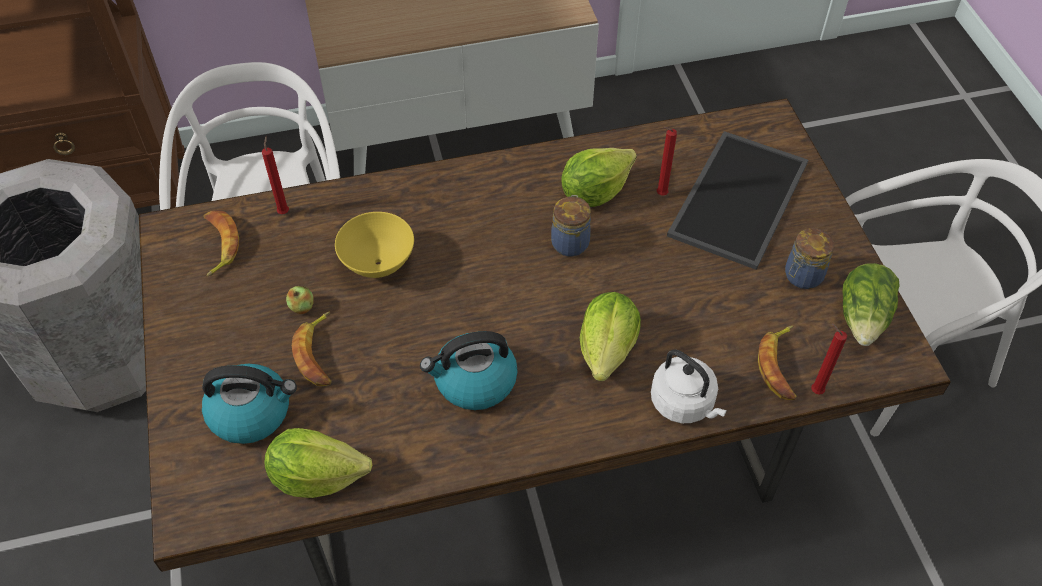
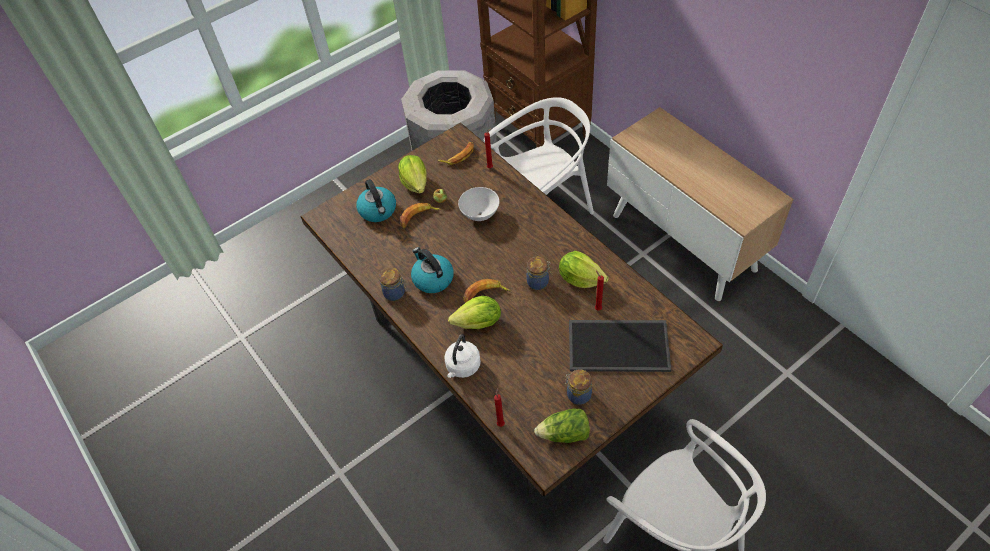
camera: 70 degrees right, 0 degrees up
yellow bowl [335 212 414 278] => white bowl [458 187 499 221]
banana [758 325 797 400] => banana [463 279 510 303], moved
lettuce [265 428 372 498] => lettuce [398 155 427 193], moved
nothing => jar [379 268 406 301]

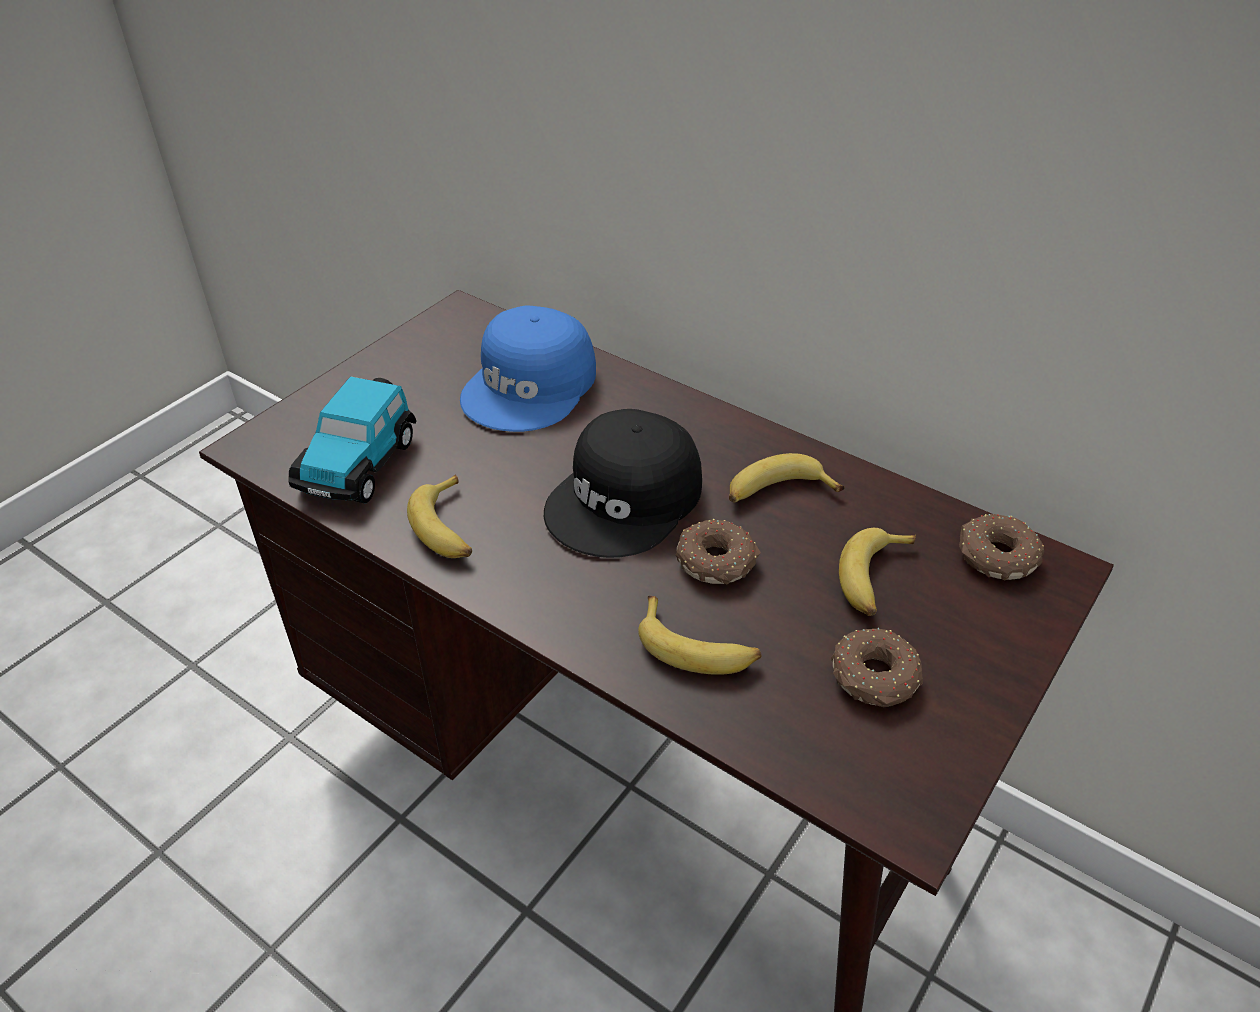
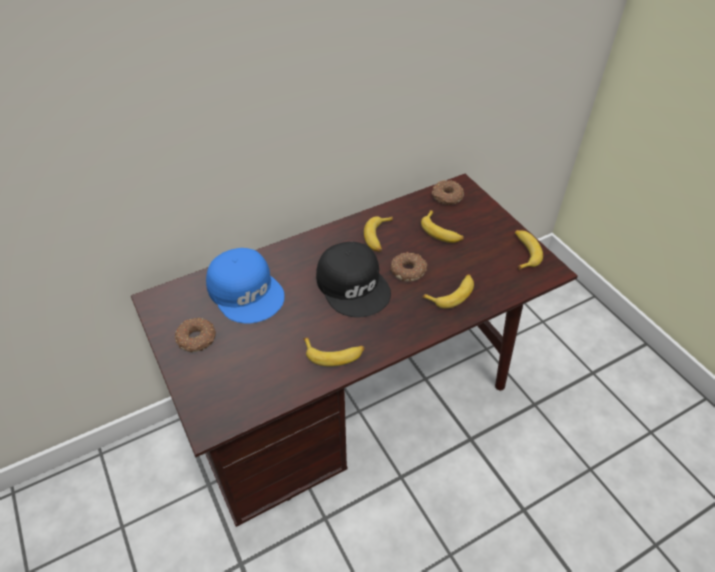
camera: 65 degrees left, 5 degrees up
toy car [289 376 417 503] => nothing
donut [831 628 923 707] => donut [175 318 216 353], moved
nothing => banana [515 230 543 270]

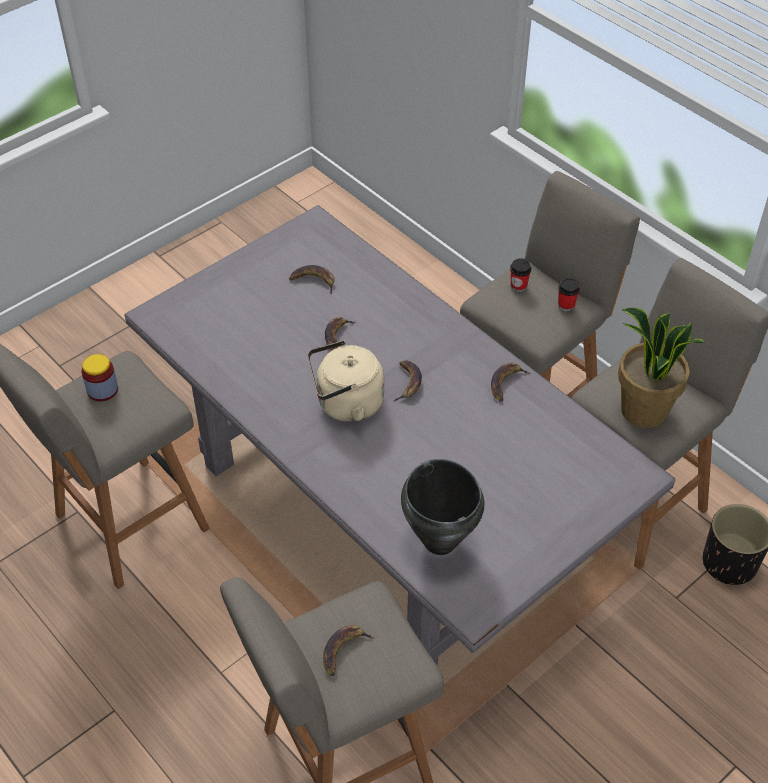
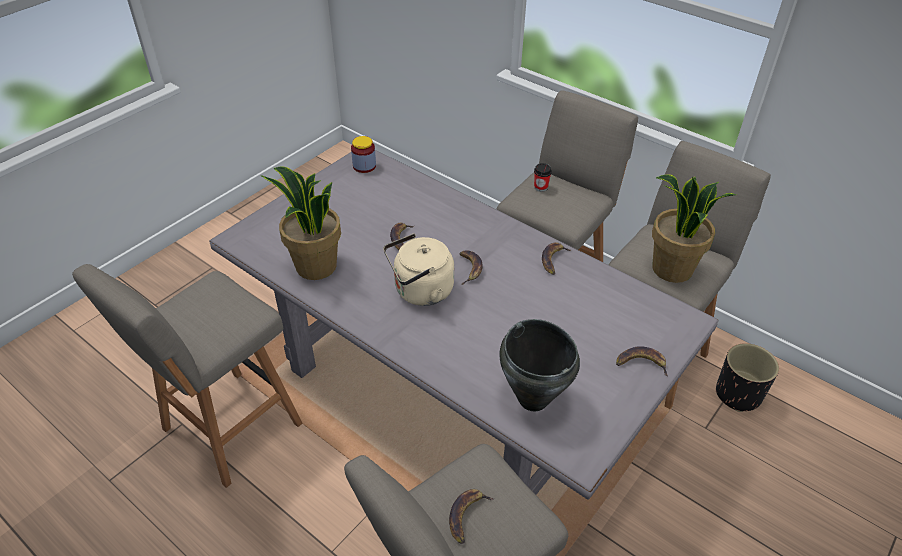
camera: 10 degrees left, 5 degrees down
banana [289 265 335 294] => banana [616 346 668 377], moved
cup [558 278 580 311] => nothing
jar [81 354 118 401] => jar [351 136 376 173], moved
nothing => potted plant [261 167 341 280]

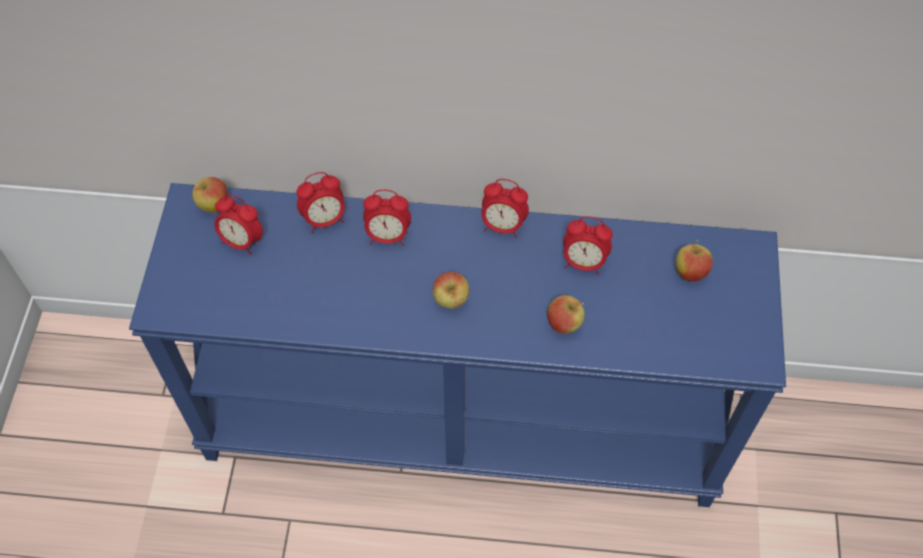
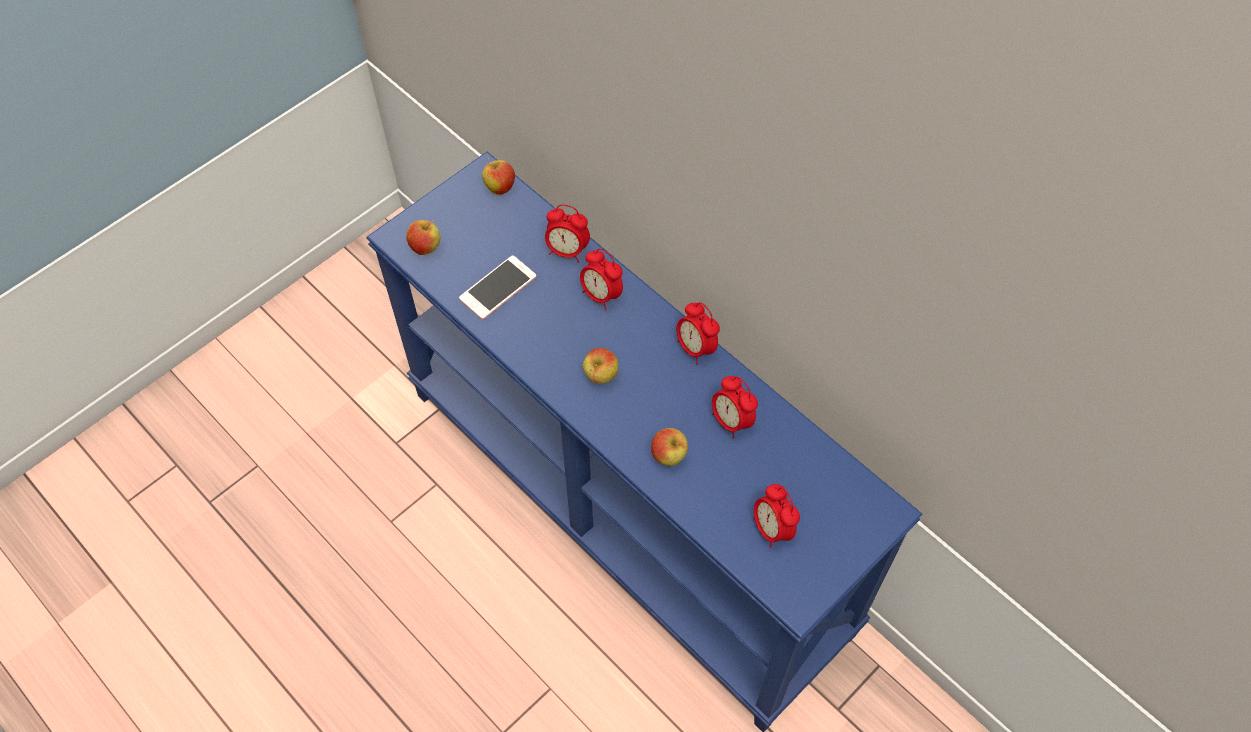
camera: 40 degrees right, 0 degrees up
alarm clock [214 194 263 255] => alarm clock [753 484 800 548], moved
apple [676 240 713 282] => apple [406 220 440 255], moved
nothing => phone [459 255 536 320]

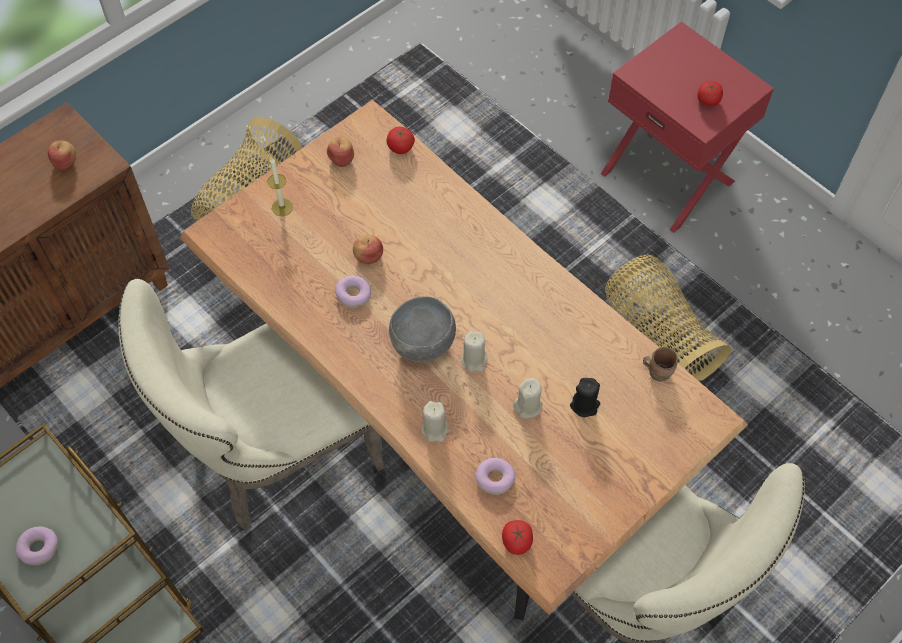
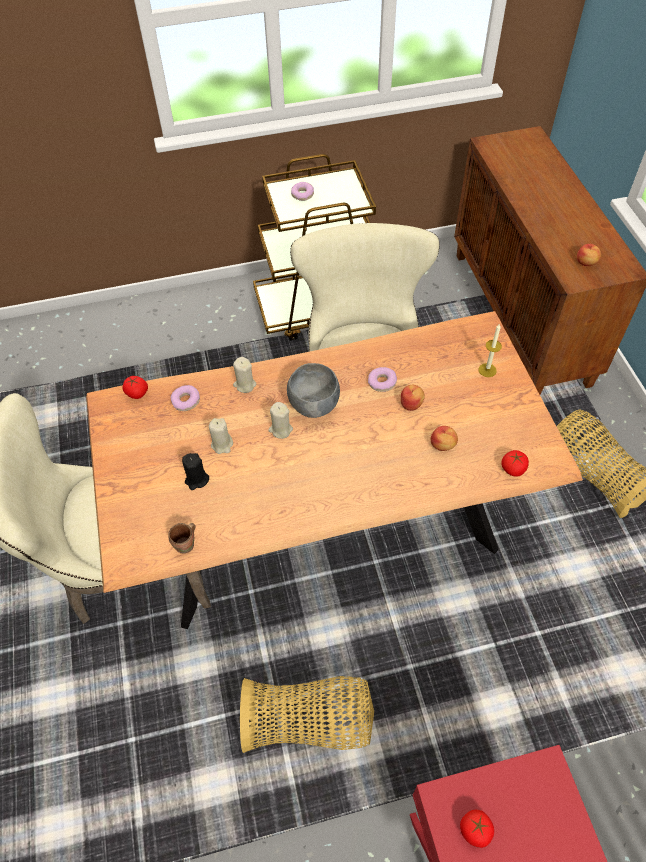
camera: 120 degrees right, 5 degrees down
apple [327 137 354 167] => apple [431 426 458 451], moved

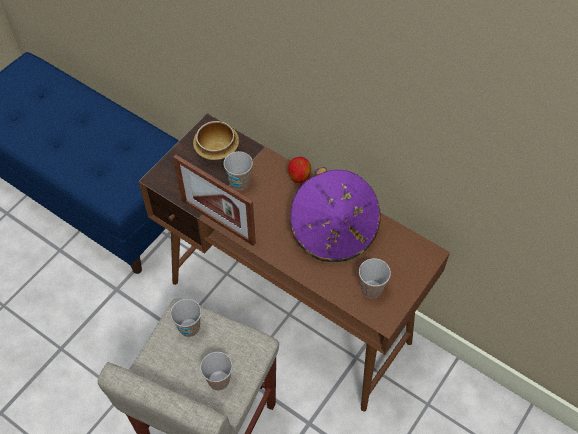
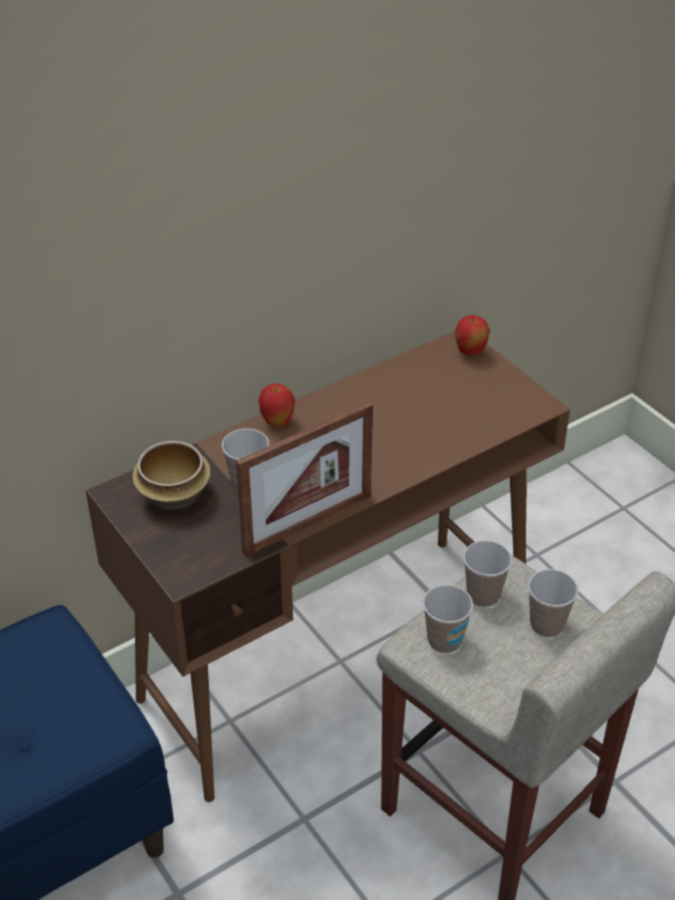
camera: 70 degrees left, 15 degrees down
purple hat [290 167 381 262] => nothing
cup [359 258 391 298] => cup [463 540 512 607], moved
nothing => apple [455 315 490 356]

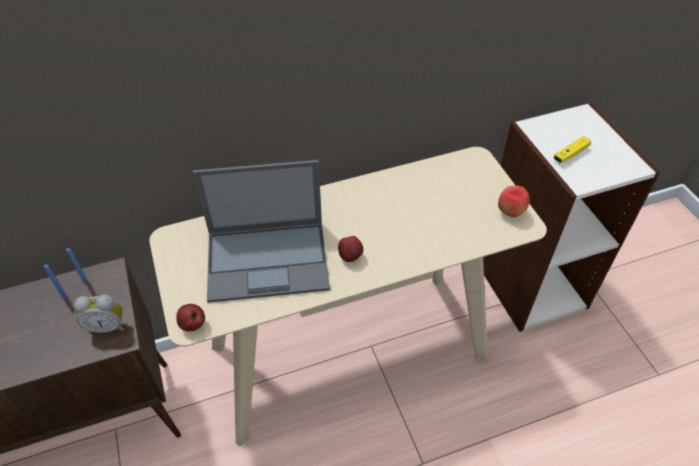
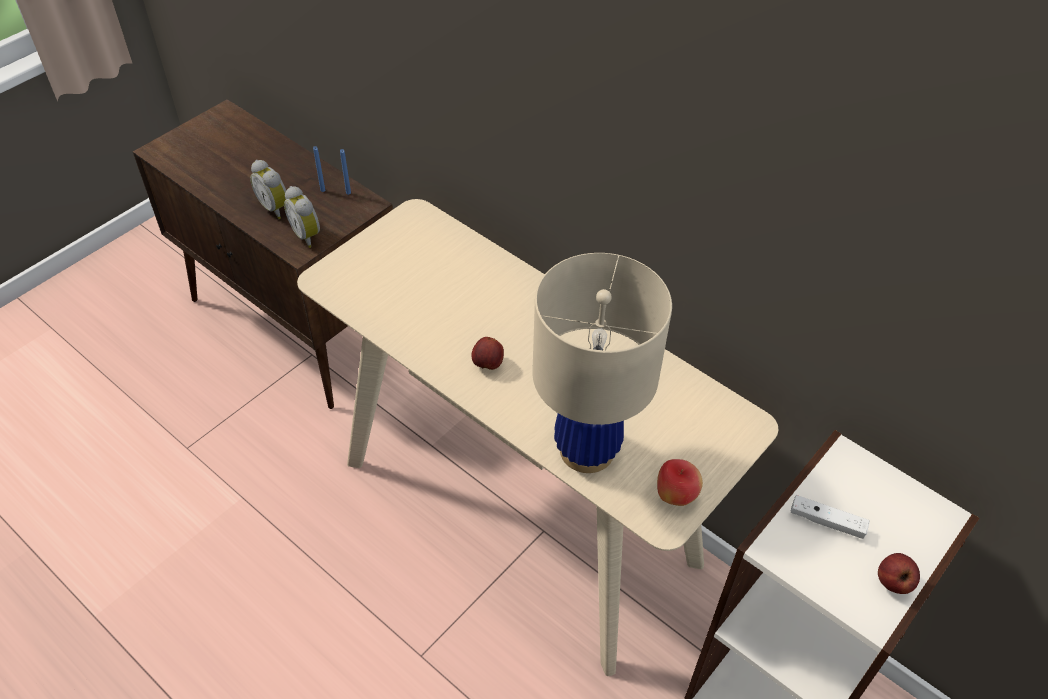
camera: 60 degrees right, 0 degrees up
yellow game controller [553 136 592 164] => white game controller [791 495 870 539]
laptop [193 160 330 303] => nothing
apple [176 304 205 331] => apple [878 553 920 594], moved
nothing => alarm clock [250 160 286 219]
nothing => beige table lamp [532 253 672 473]

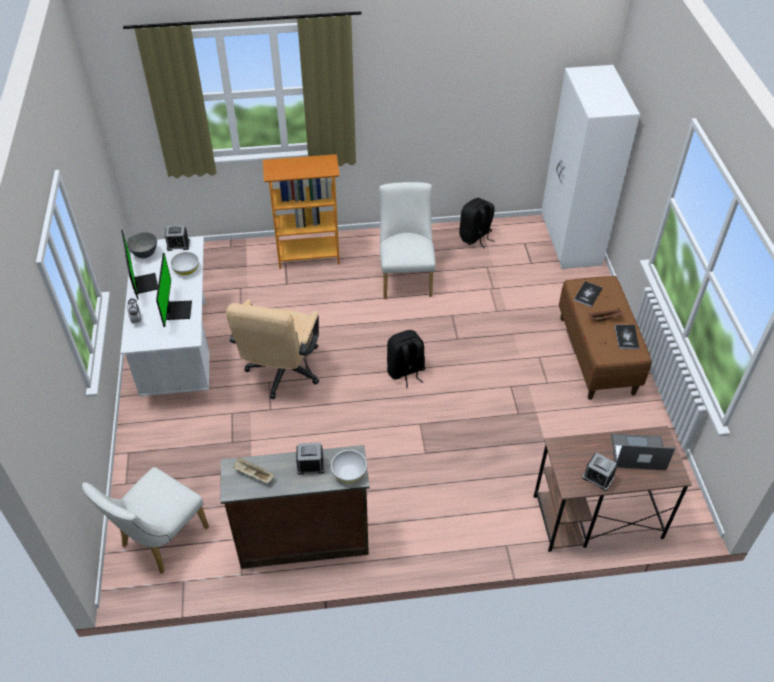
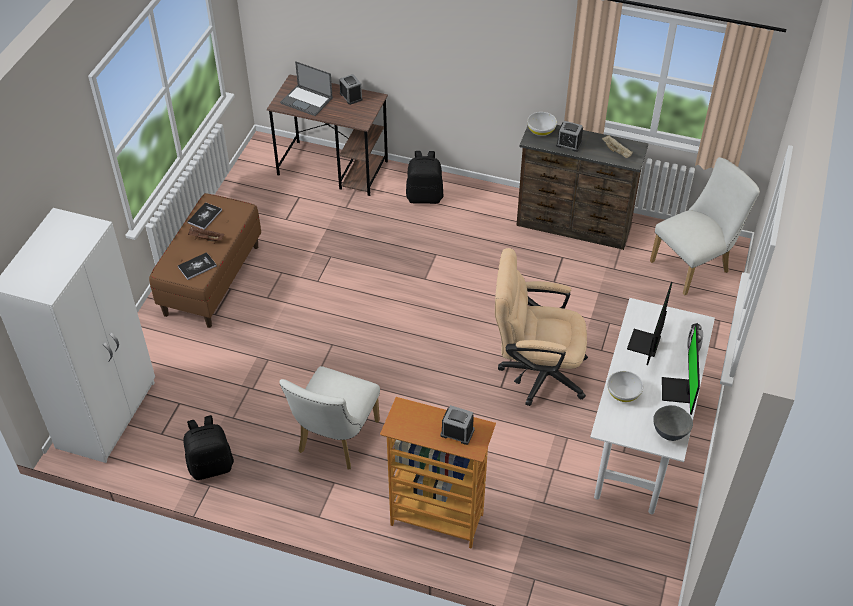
camera: 155 degrees left, 0 degrees up
alarm clock [165 225 190 251] => alarm clock [440 405 475 445], moved
beige office chair [226 299 319 399] => beige office chair [495 248 588 406], 120 degrees counterclockwise
black backpack [387 330 425 388] => black backpack [406 151 443 204], moved

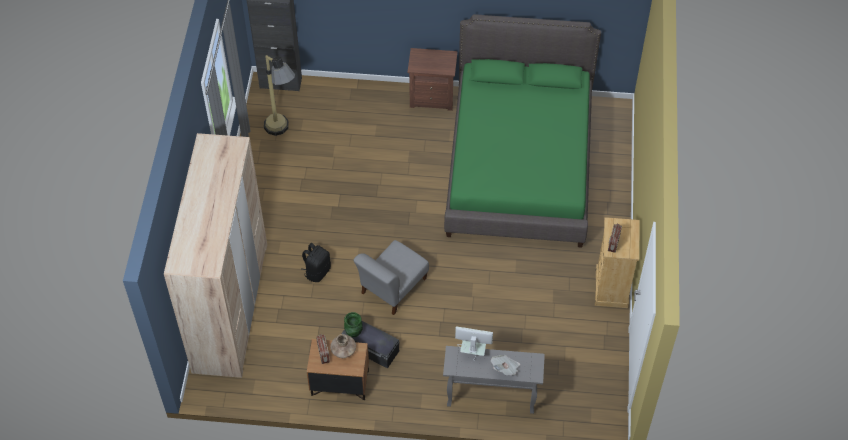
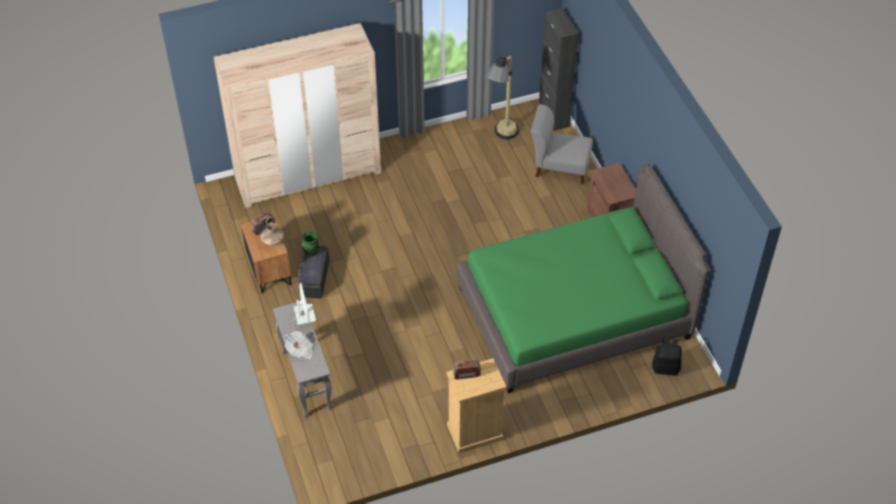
camera: 65 degrees right, 5 degrees down
grey chair [353 240 429 315] => grey chair [531 104 593 184], moved
black backpack [301 243 331 282] => black backpack [652 338 682 376], moved

